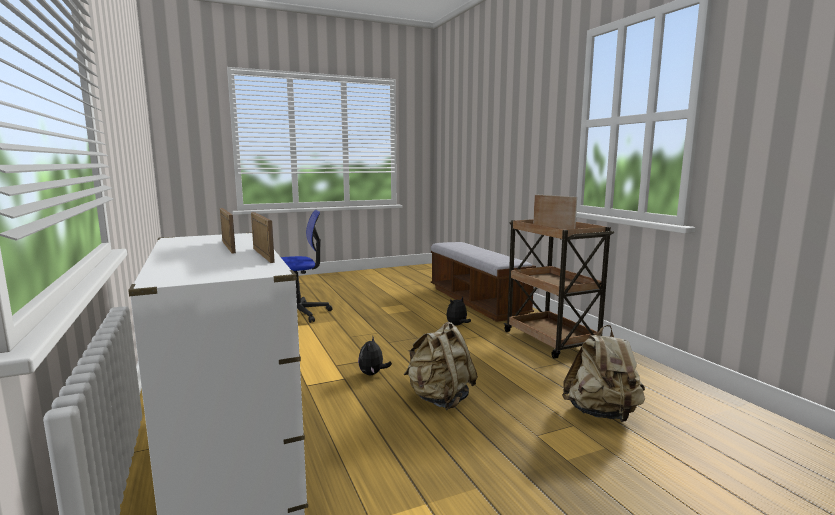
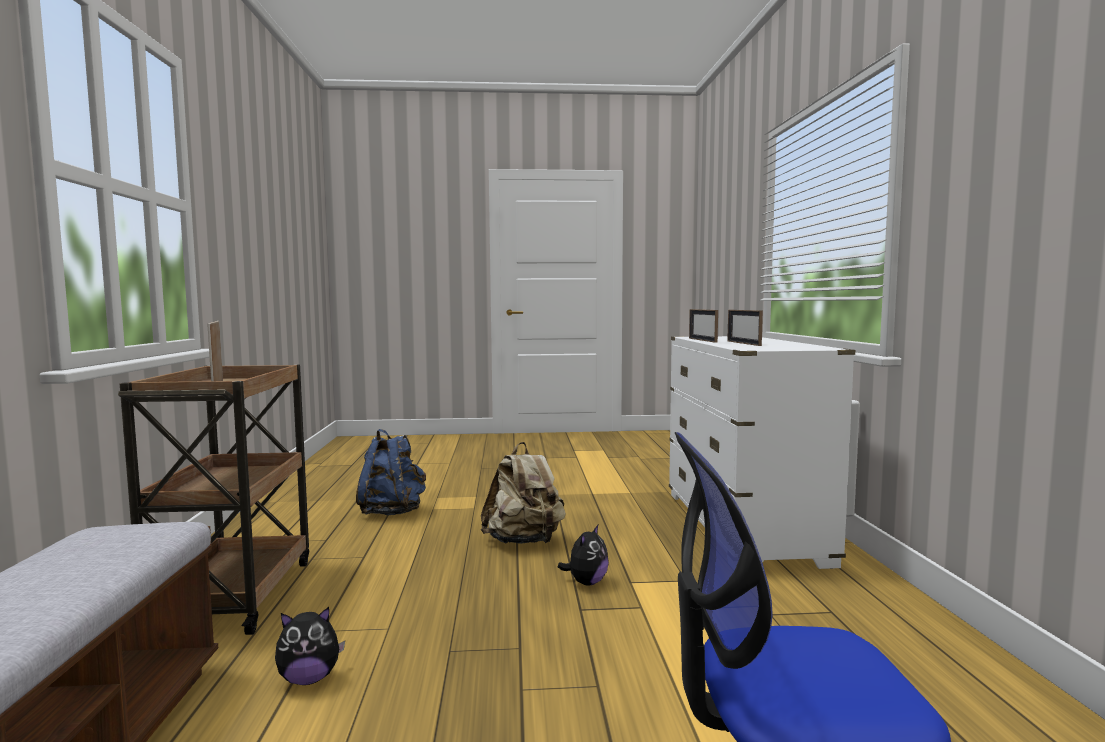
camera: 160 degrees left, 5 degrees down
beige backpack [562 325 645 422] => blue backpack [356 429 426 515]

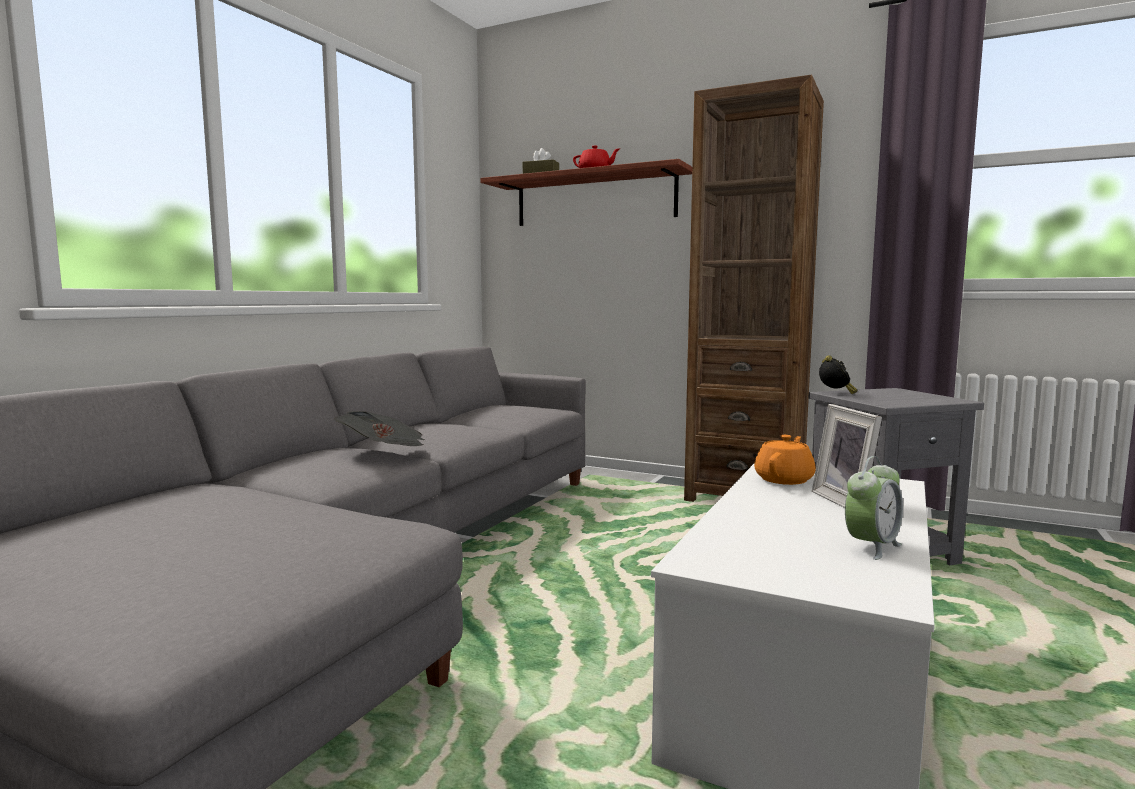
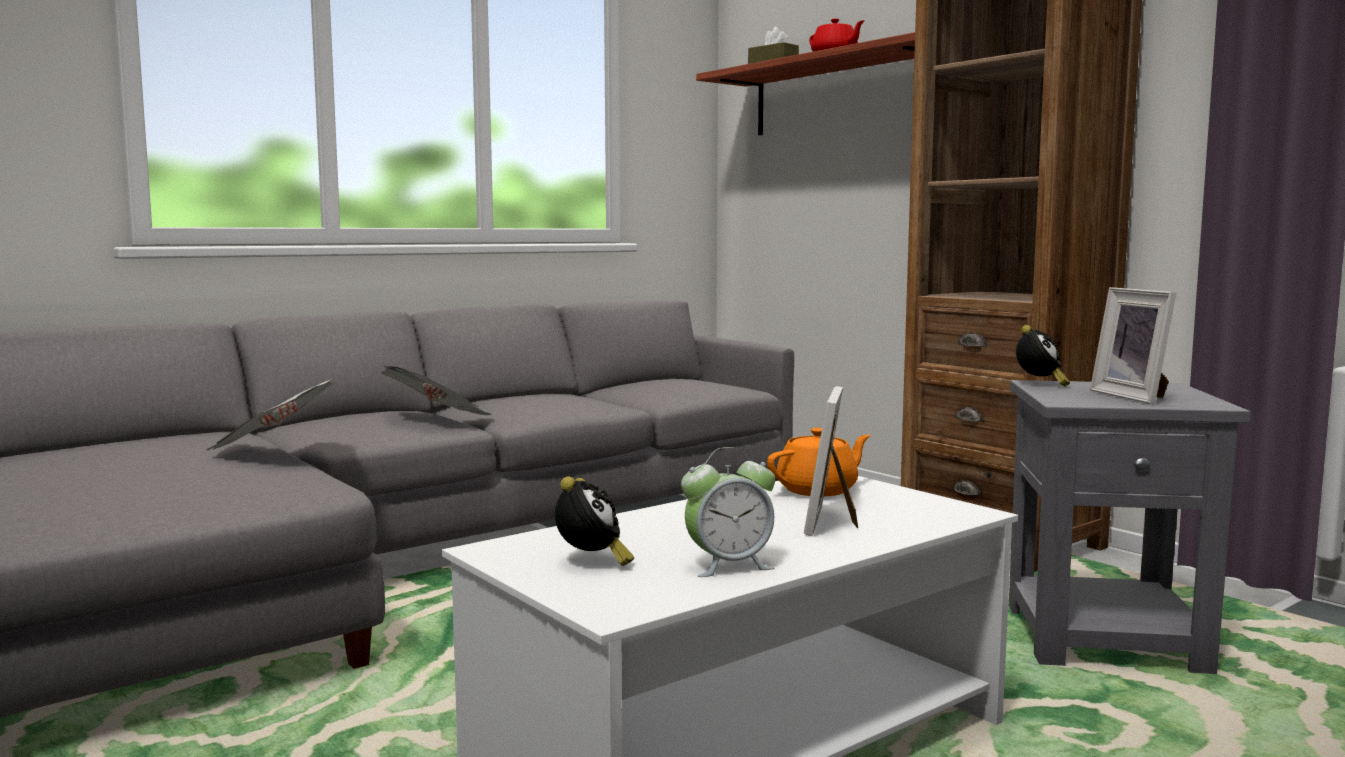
camera: 25 degrees right, 0 degrees up
nothing => picture frame [1090 287 1177 404]
nothing => newspaper [207 379 332 450]
nothing => alarm clock [555 477 634 566]

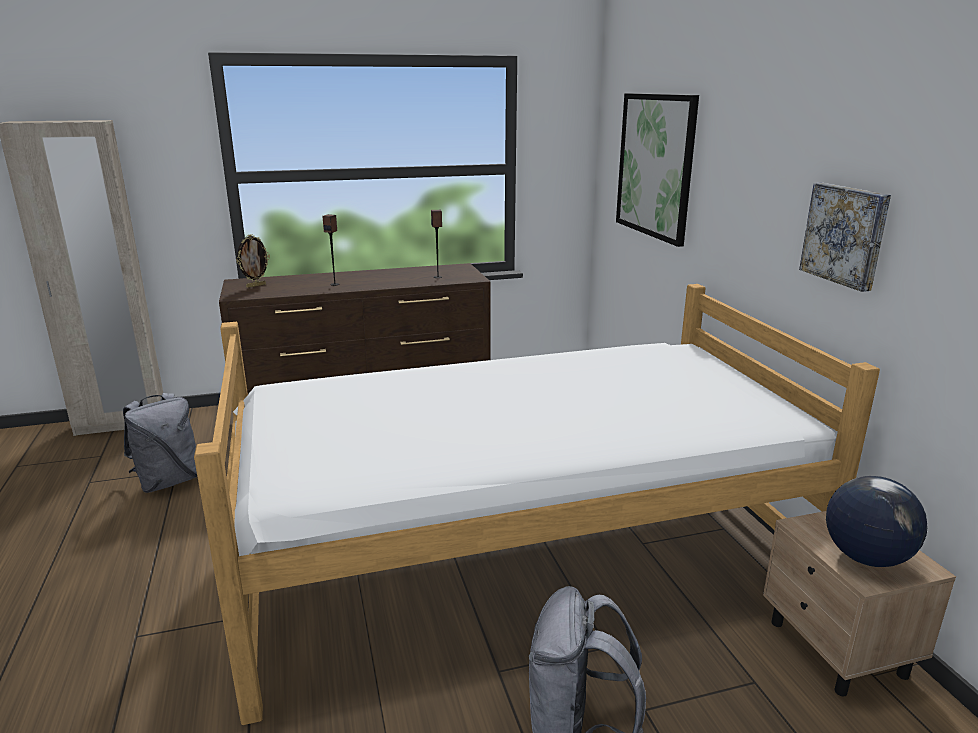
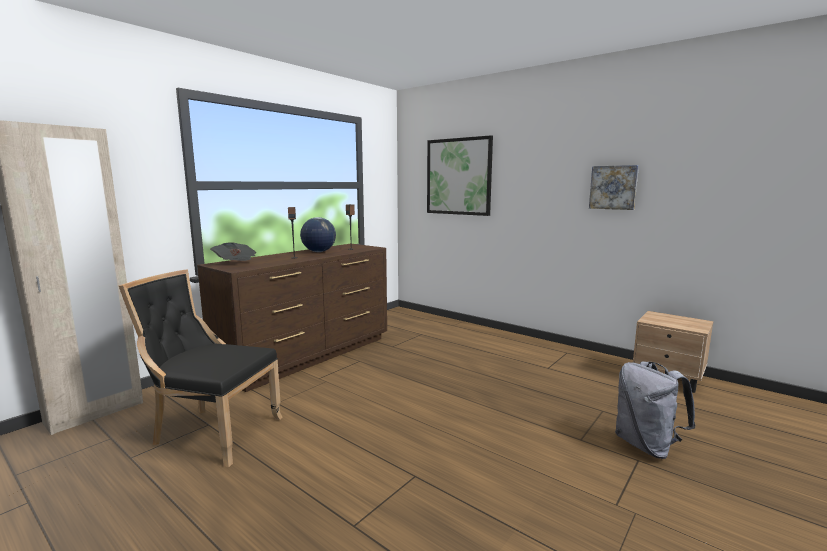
camera: 35 degrees left, 10 degrees down
picture frame [236 234 270 288] => newspaper [210 242 256 261]
bed [194 284 880 725] => nothing
grey backpack [123 393 197 493] => black chair [119 269 283 467]
globe [826 476 928 567] => globe [300 217 336 252], moved

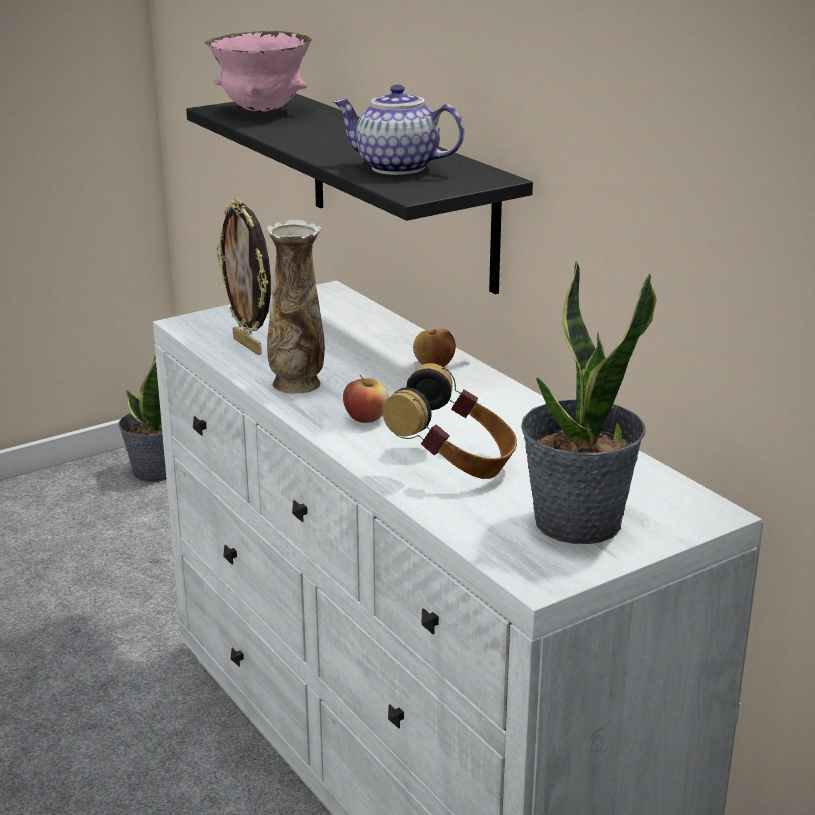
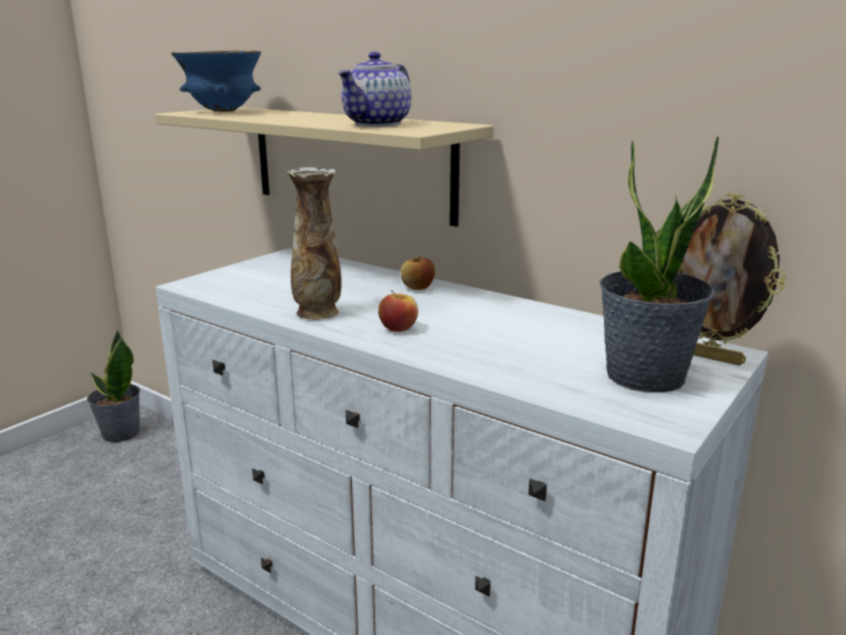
camera: 20 degrees left, 5 degrees down
pink bowl [205 31 312 113] => blue bowl [171 51 261 112]
teapot [334 84 464 175] => teapot [338 52 411 127], 60 degrees counterclockwise
black shelf [186 93 533 294] => beige shelf [155 107 494 227]
picture frame [217 198 271 355] => picture frame [678 193 786 366], moved
headphones [383 363 517 479] => nothing

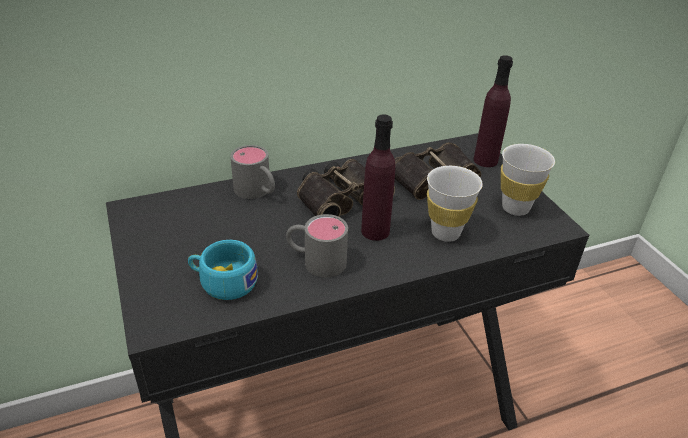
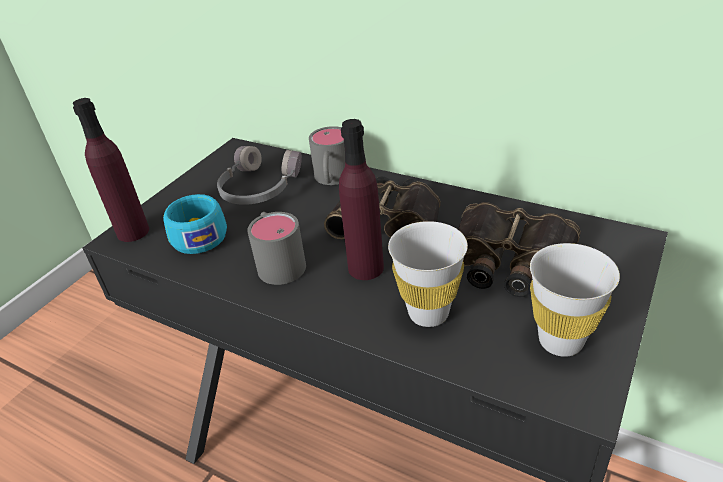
camera: 55 degrees right, 0 degrees up
purple bottle [474 55 513 167] => purple bottle [73 98 149 242], moved
nothing => grey headphones [217 146 302 205]

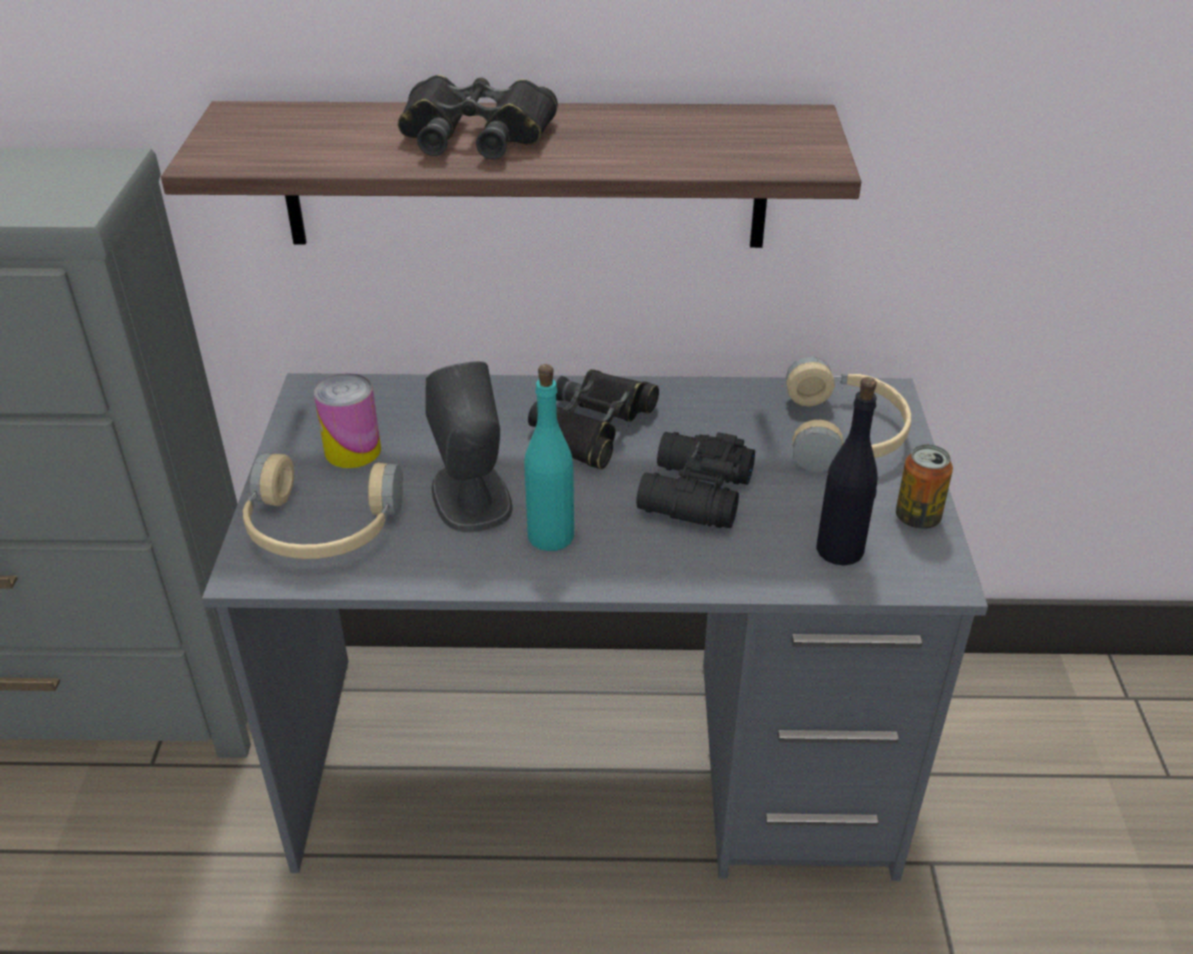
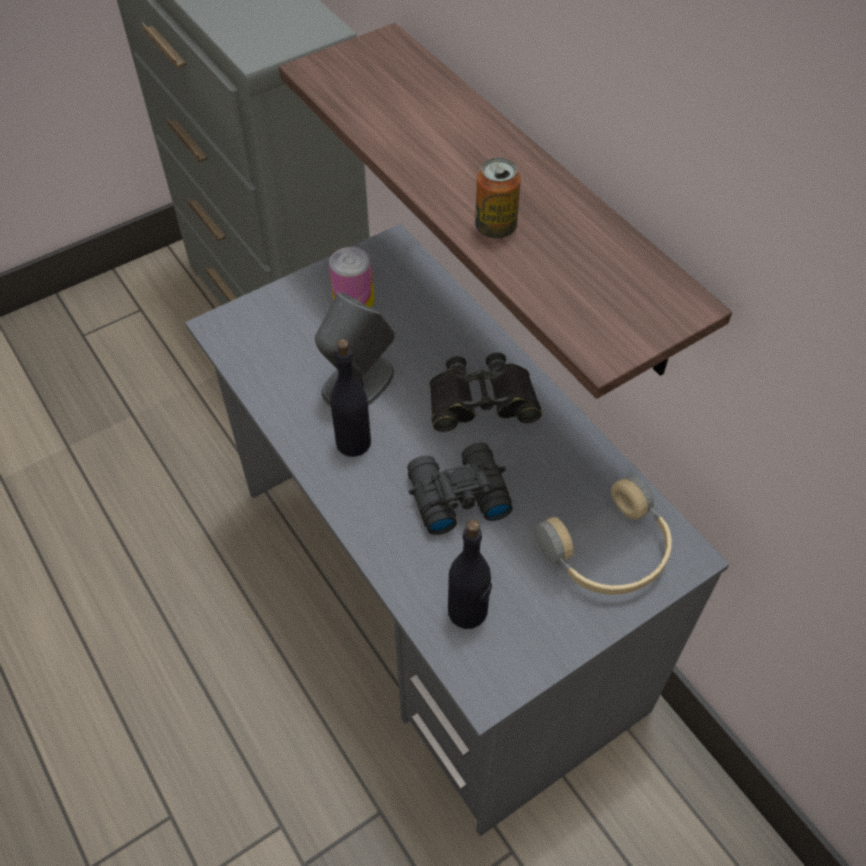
camera: 55 degrees right, 15 degrees up
black binoculars [398 75 558 160] => nothing
turquoise bottle [524 364 574 551] => black bottle [330 339 371 457]
can [896 444 953 529] => can [475 158 521 238], moved
beige headphones [243 453 403 559] => nothing

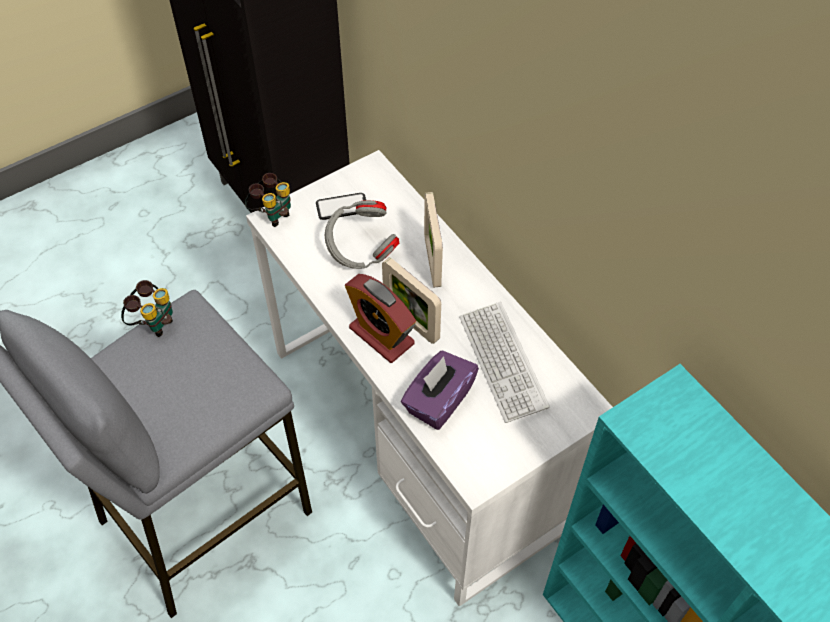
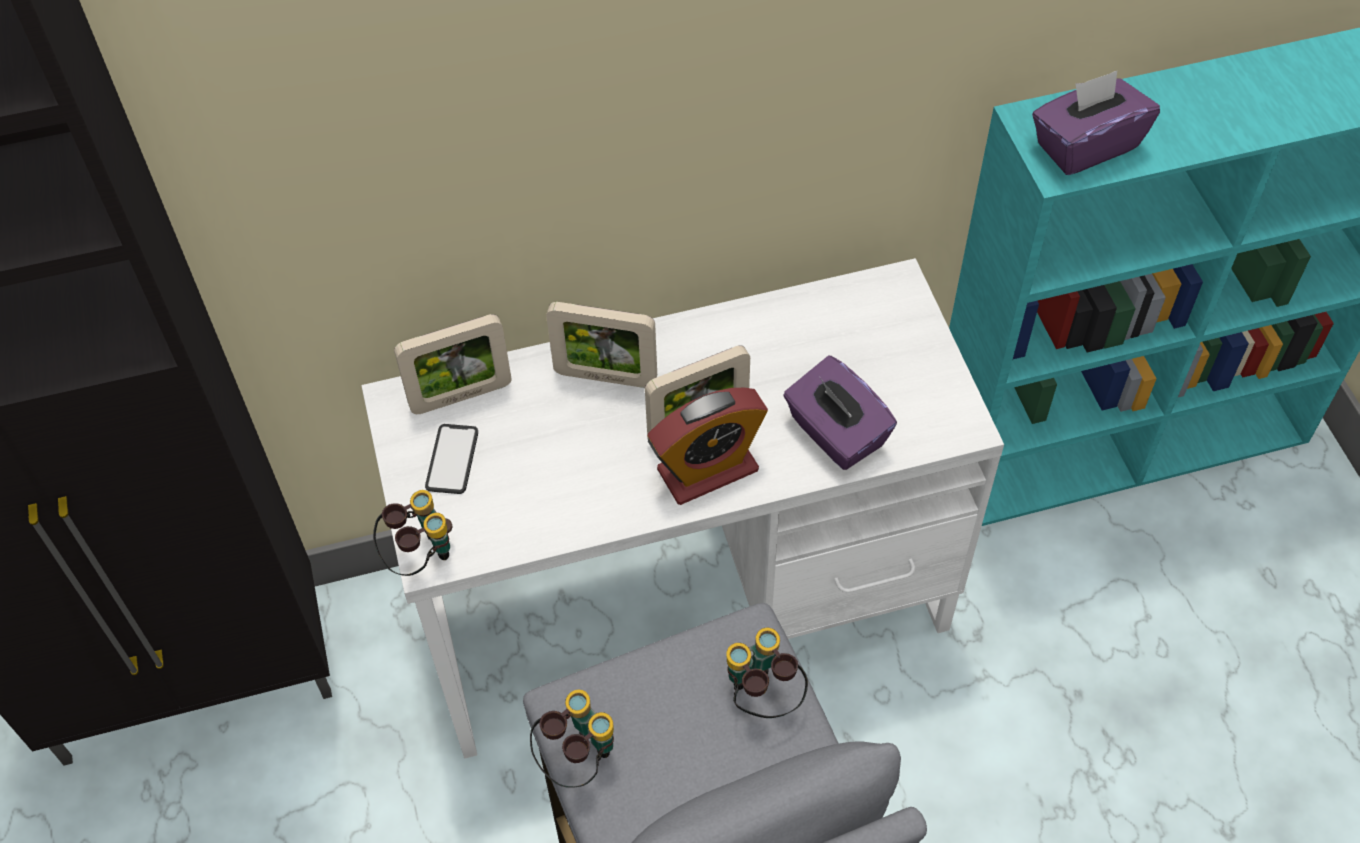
camera: 70 degrees left, 0 degrees up
grey headphones [325 200 399 269] => nothing
keyboard [459 302 550 423] => nothing
nothing => purple tissue box [1032 71 1160 175]
nothing => picture frame [394 314 512 414]
nothing => binoculars [726 628 808 718]

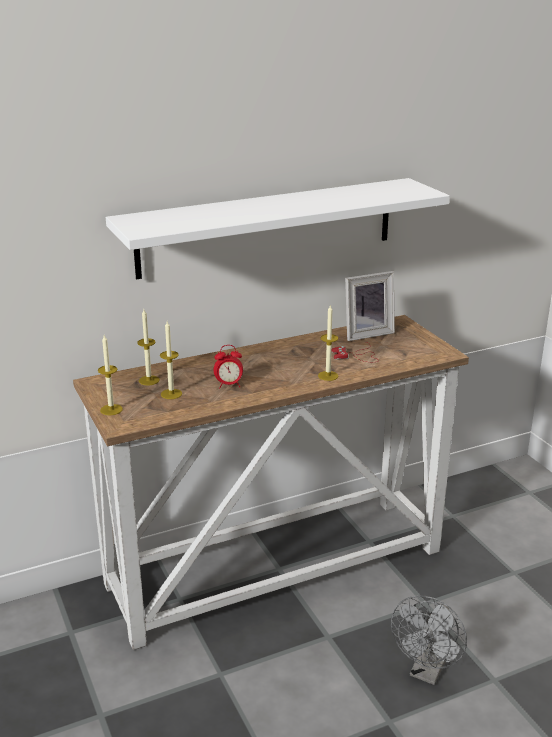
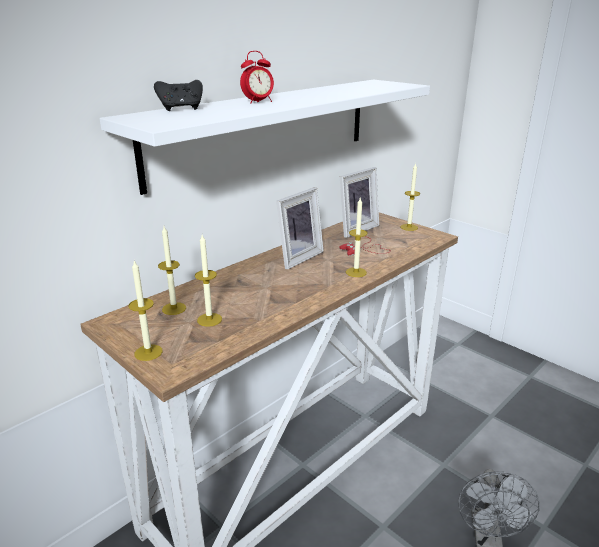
camera: 20 degrees left, 0 degrees up
alarm clock [214 345 243 389] => alarm clock [240 51 274 103], moved
nothing => black game controller [154 80 203 111]
nothing => candle [400 163 420 231]
nothing => picture frame [276 187 324 270]

